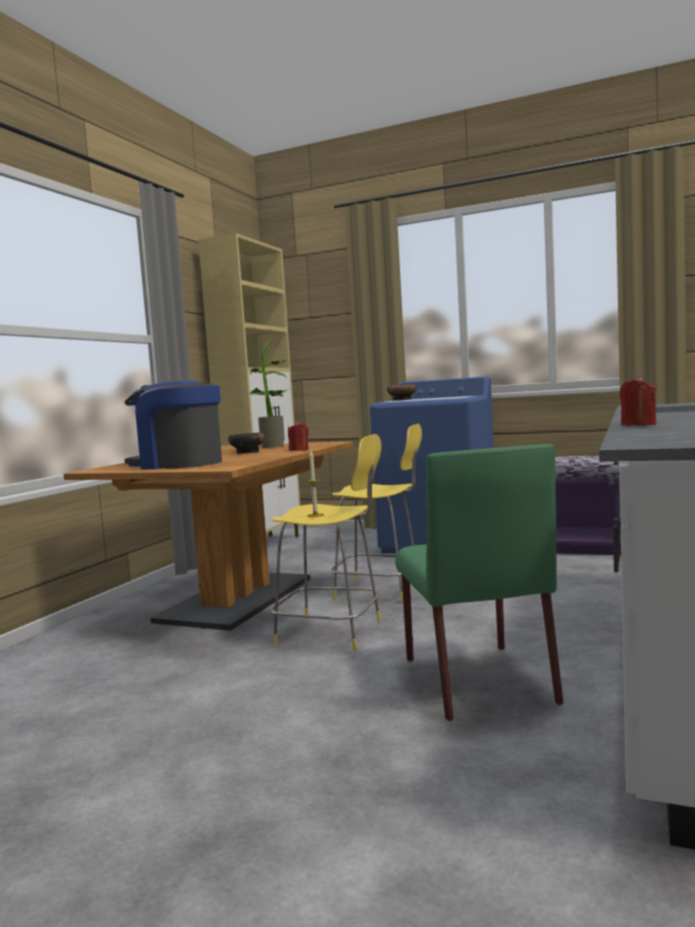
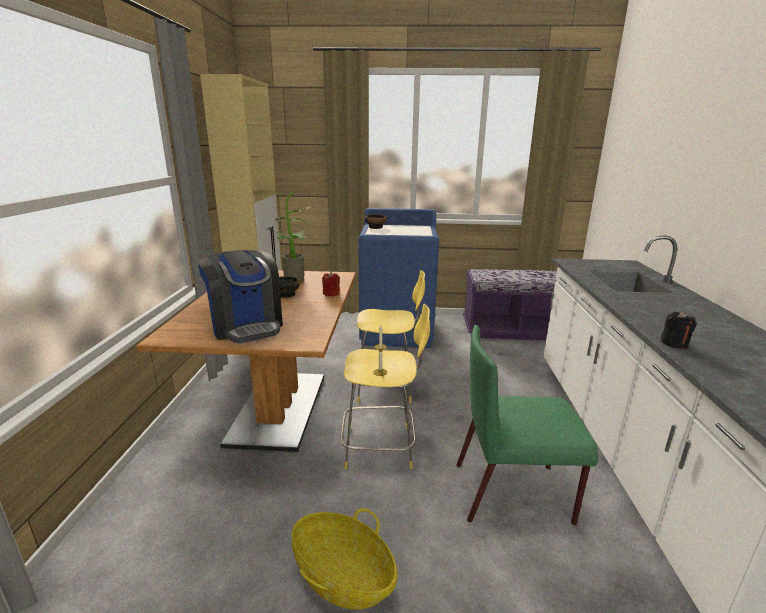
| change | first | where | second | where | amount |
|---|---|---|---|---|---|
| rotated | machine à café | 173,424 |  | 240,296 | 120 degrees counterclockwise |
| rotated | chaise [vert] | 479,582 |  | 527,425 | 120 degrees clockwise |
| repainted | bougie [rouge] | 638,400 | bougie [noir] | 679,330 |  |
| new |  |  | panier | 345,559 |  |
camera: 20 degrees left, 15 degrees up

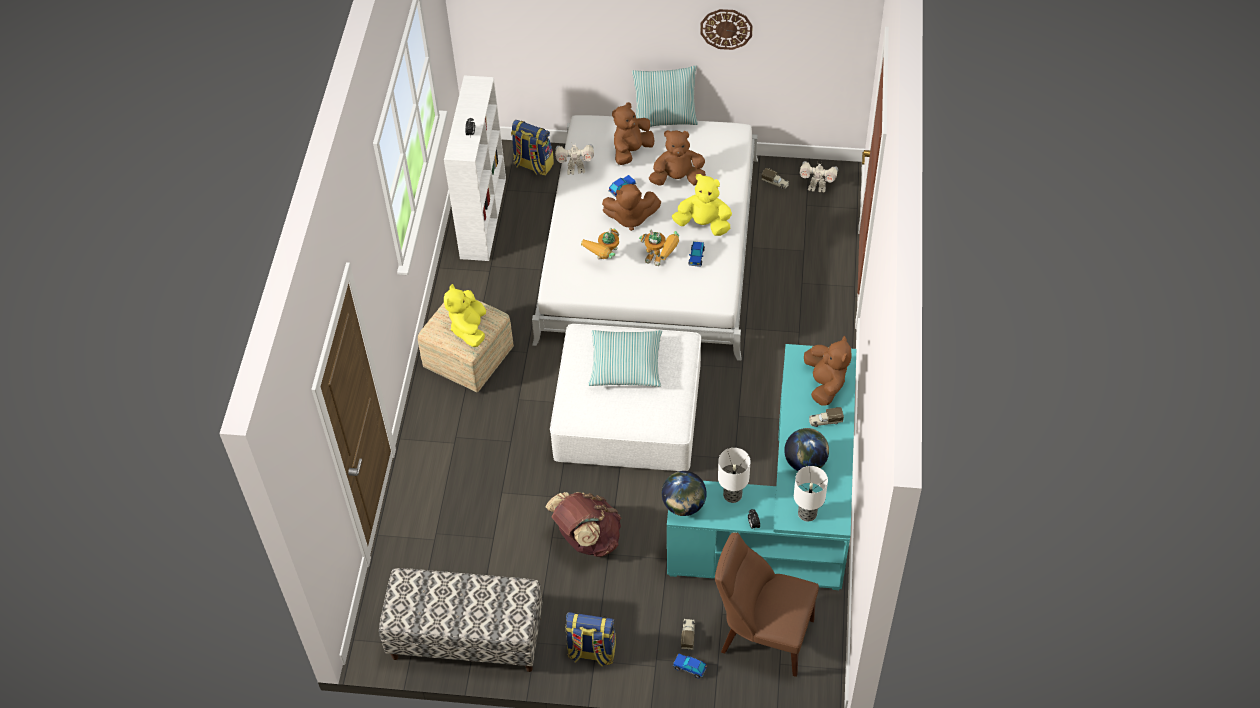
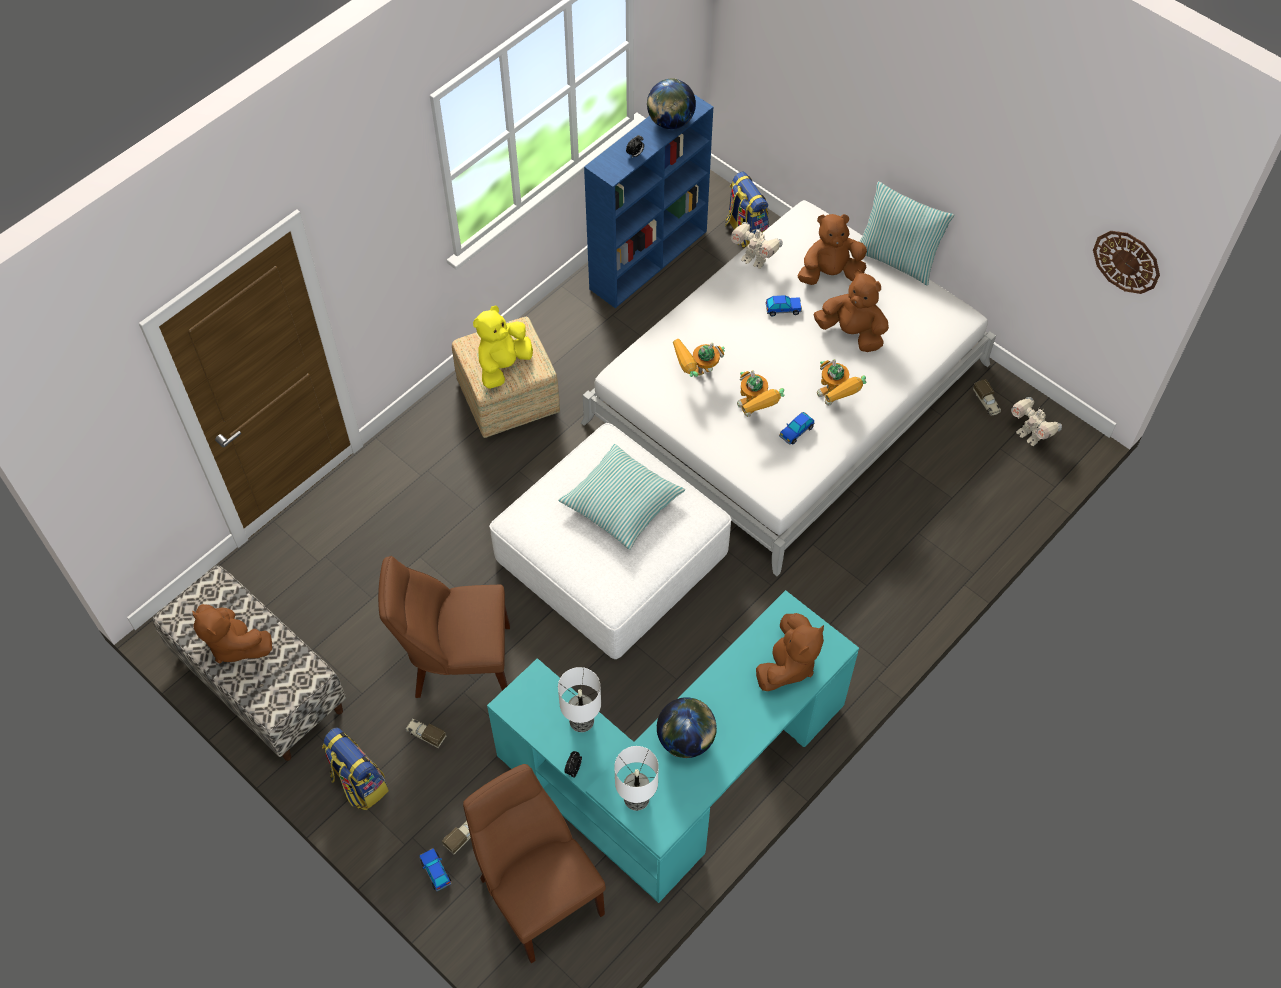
| change | first | where | second | where | amount |
|---|---|---|---|---|---|
| repainted | bibliothèque [blanc] | 475,168 | bibliothèque [bleu] | 648,201 |  |
| swapped | sac à dos [marron] | 583,524 | chaise [marron] | 444,627 |  |
| shifted | peluche [marron] | 631,207 |  | 232,634 |  |
| shifted | globe | 684,493 |  | 671,103 |  |
| swapped | peluche [jaune] | 702,205 | robot jouet | 841,382 |  |
| shifted | horloge murale | 726,29 |  | 1126,262 |  |
| shifted | camion jouet | 826,417 |  | 426,733 |  |
camera: 35 degrees right, 5 degrees up

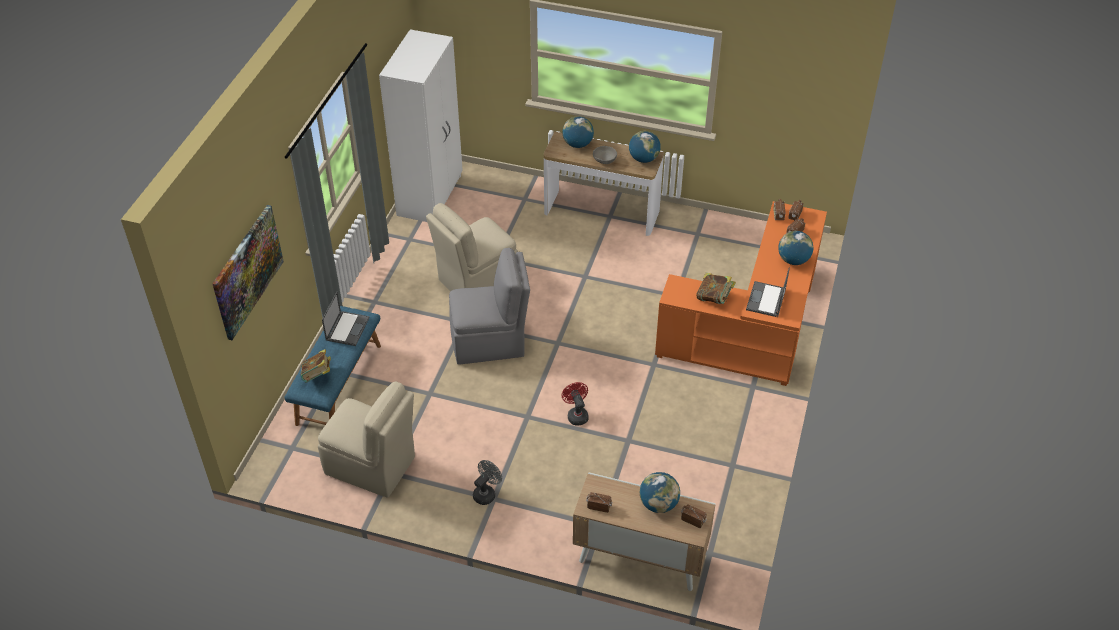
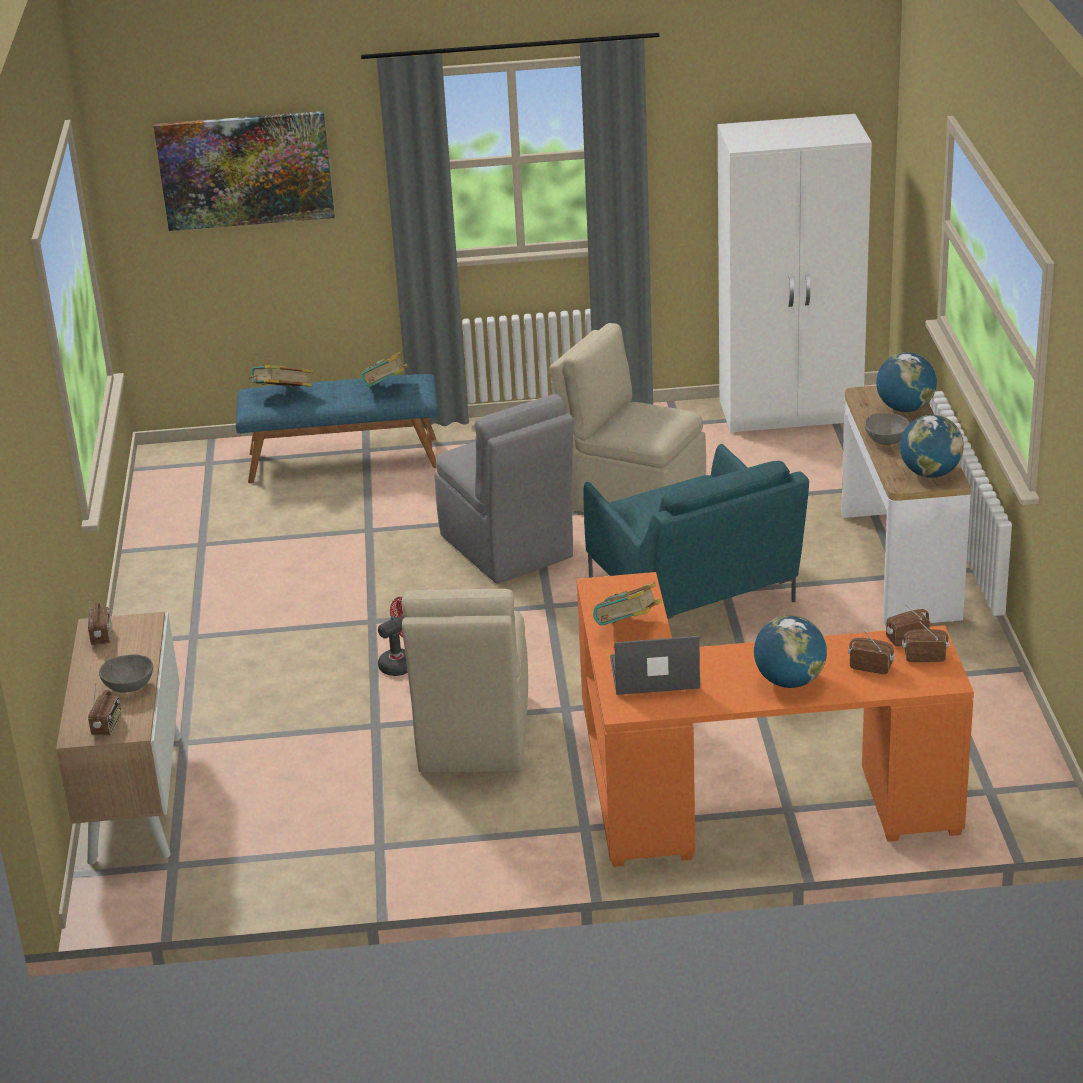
| change | first | where | second | where | amount |
|---|---|---|---|---|---|
| shifted | chaise [beige] | 366,439 |  | 464,681 |  |
| swapped | ordinateur portable | 346,319 | livre | 384,369 |  |
| gone | ventilateur [gris] | 487,482 |  |  |  |
| swapped | globe | 660,492 | bol [gris] | 126,673 |  |
| new |  |  | fauteuil [turquoise] | 696,531 |  |
camera: 70 degrees right, 15 degrees down

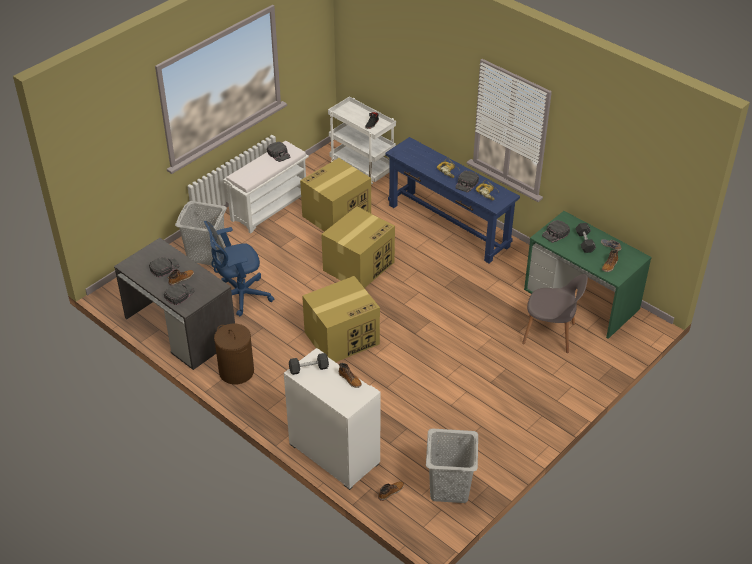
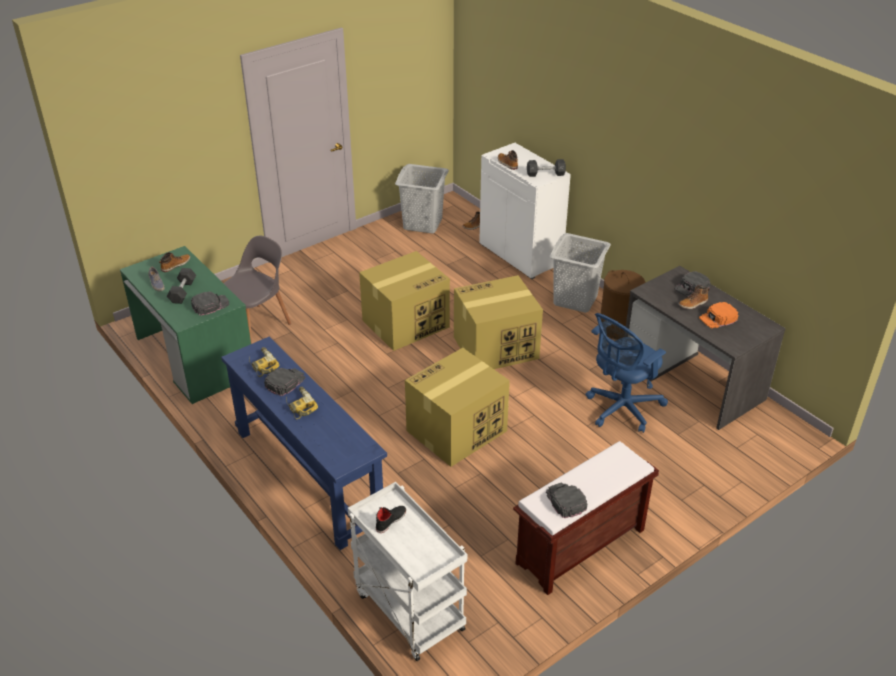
| change | first | where | second | where | amount |
|---|---|---|---|---|---|
| repainted | casquette [noir] | 164,267 | casquette [orange] | 718,315 |  |
| shifted | panier à linge [gris] | 201,233 |  | 580,273 |  |
| rotated | chaise de bureau [bleu] | 239,269 |  | 627,373 | 150 degrees clockwise |
| repainted | banc [blanc] | 266,187 | banc [marron] | 586,518 |  |
| shifted | carton | 335,195 |  | 404,301 |  |
| rotated | chaise [gris] | 555,313 |  | 257,290 | 105 degrees clockwise |
camera: 170 degrees left, 5 degrees down

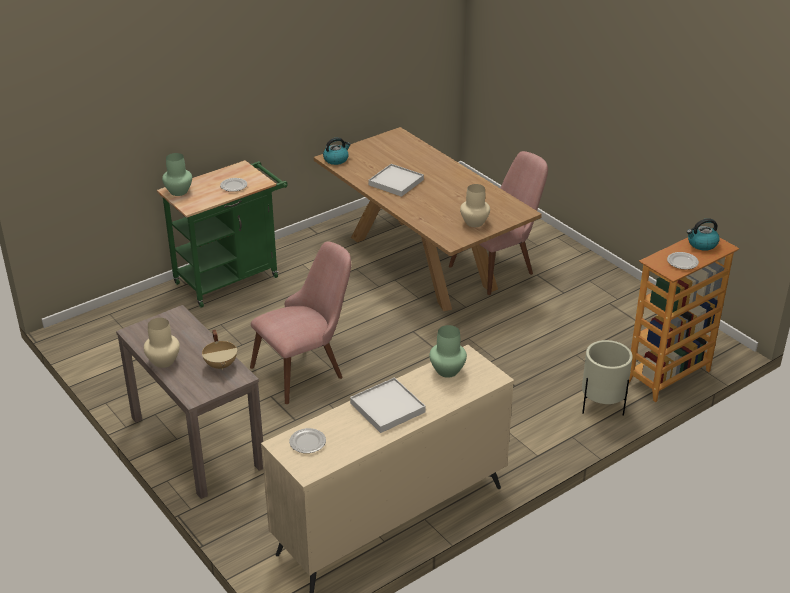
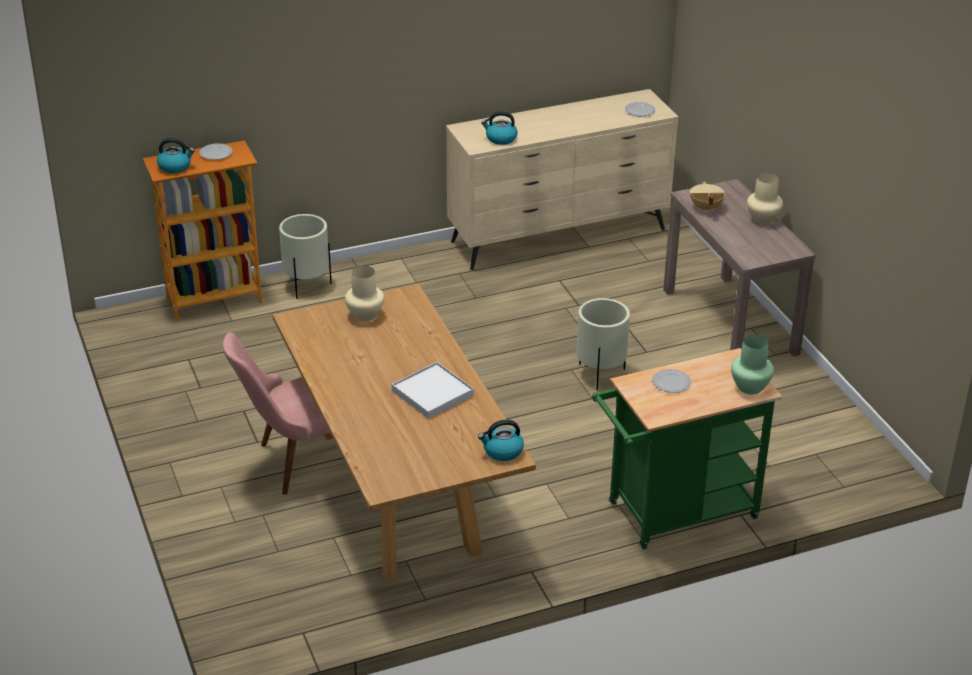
| change | first | where | second | where | amount |
|---|---|---|---|---|---|
| swapped | chaise [rose] | 300,323 | cache-pot [beige] | 603,344 |  |
| gone | plateau [blanc] | 388,405 |  |  |  |
| swapped | vase [vert] | 448,351 | bouilloire | 499,128 |  |
camera: 165 degrees left, 0 degrees up

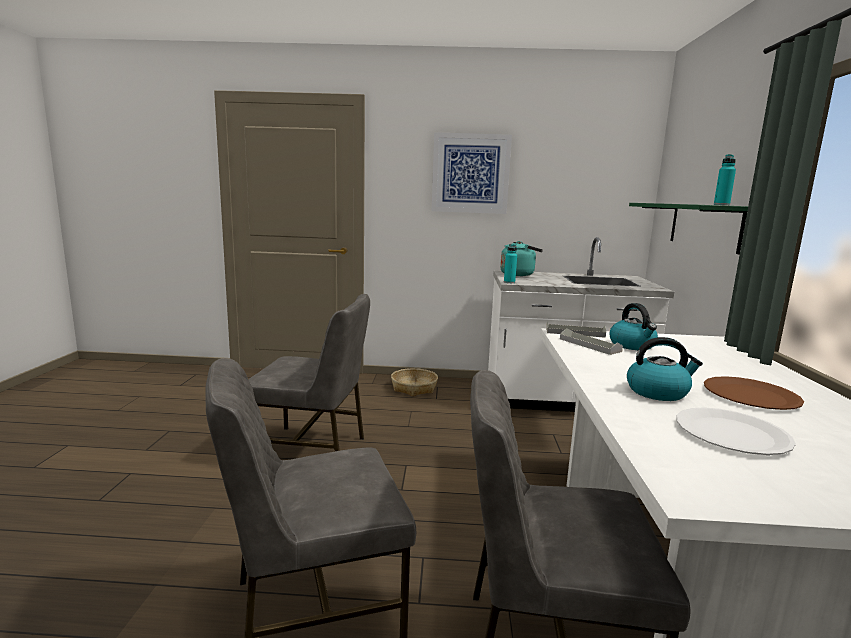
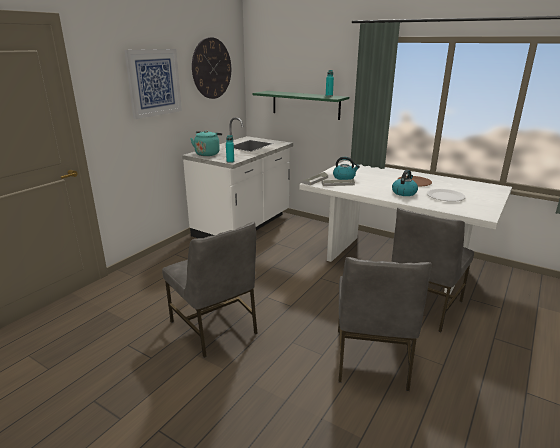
| change | first | where | second | where | amount |
|---|---|---|---|---|---|
| rotated | chaise [gris] | 309,372 |  | 210,290 | 105 degrees clockwise |
| gone | panier | 414,382 |  |  |  |
| new |  |  | horloge murale | 211,68 |  |
camera: 60 degrees left, 10 degrees up

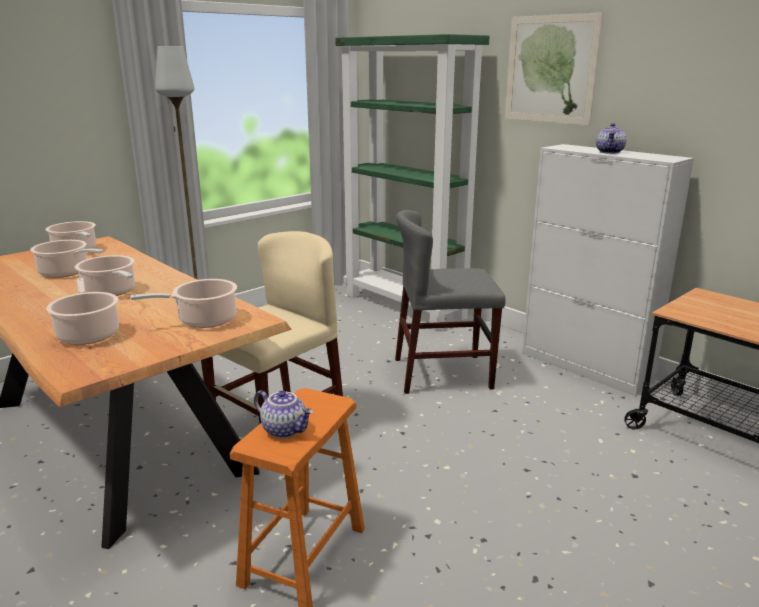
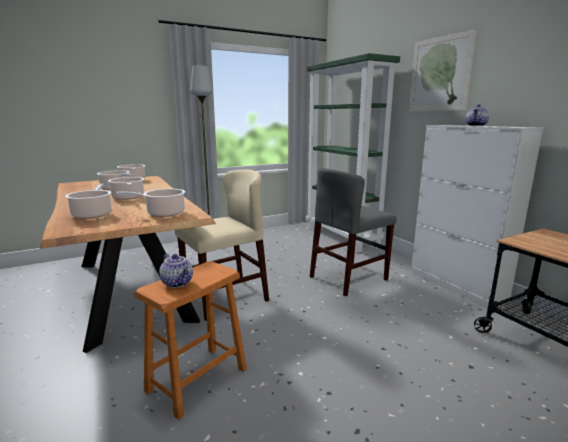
| change | first | where | second | where | amount |
|---|---|---|---|---|---|
| rotated | chaise [gris] | 450,302 |  | 353,232 | 45 degrees counterclockwise |
camera: 15 degrees right, 5 degrees down

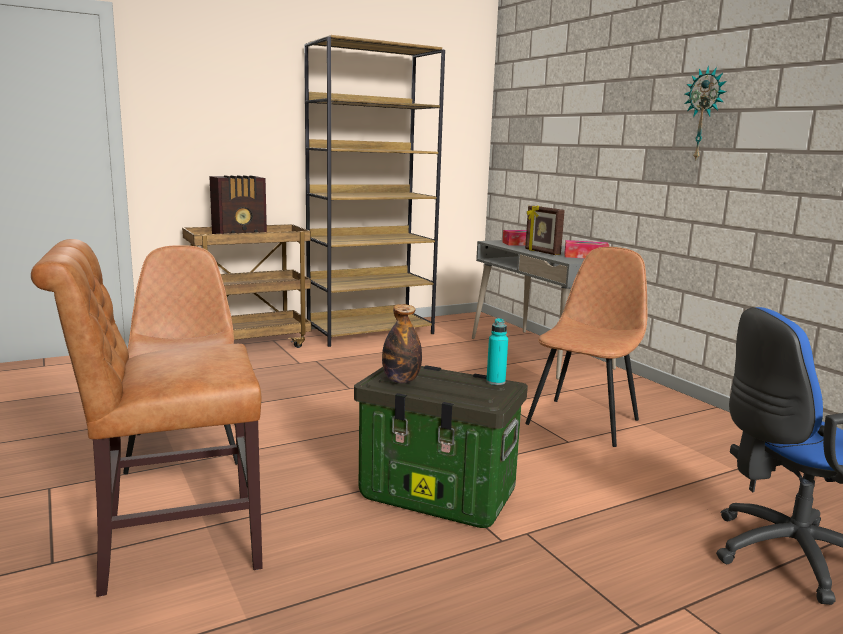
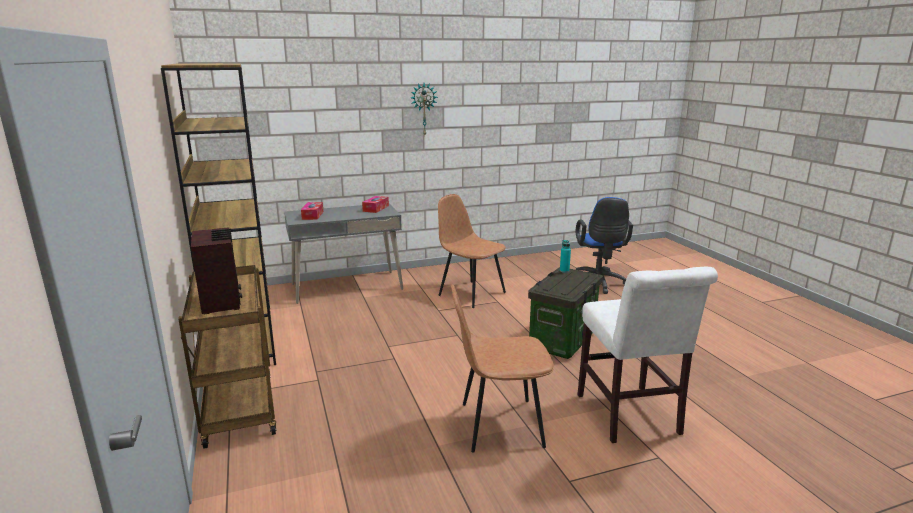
| change | first | where | second | where | amount |
|---|---|---|---|---|---|
| repainted | chaise [marron] | 147,418 | chaise [blanc] | 647,355 |  |
| gone | bouteille | 402,343 |  |  |  |
| gone | cadre photo | 545,230 |  |  |  |
camera: 80 degrees left, 5 degrees up

